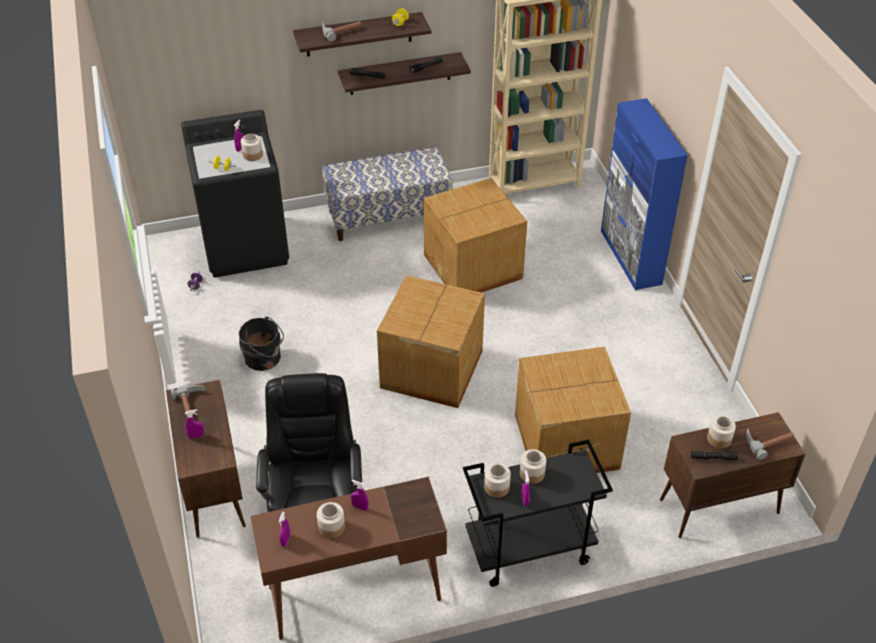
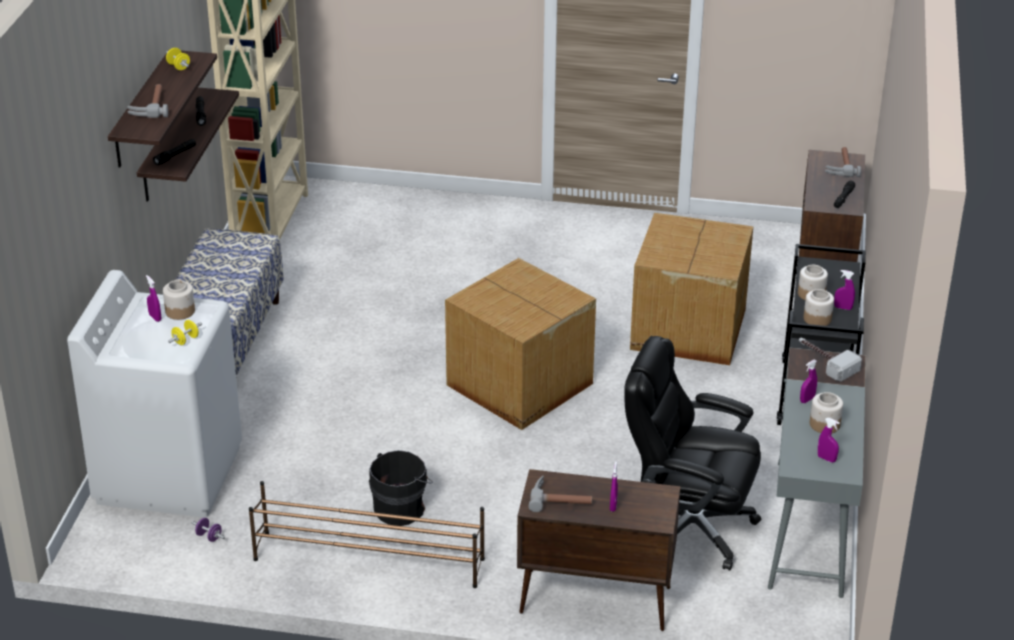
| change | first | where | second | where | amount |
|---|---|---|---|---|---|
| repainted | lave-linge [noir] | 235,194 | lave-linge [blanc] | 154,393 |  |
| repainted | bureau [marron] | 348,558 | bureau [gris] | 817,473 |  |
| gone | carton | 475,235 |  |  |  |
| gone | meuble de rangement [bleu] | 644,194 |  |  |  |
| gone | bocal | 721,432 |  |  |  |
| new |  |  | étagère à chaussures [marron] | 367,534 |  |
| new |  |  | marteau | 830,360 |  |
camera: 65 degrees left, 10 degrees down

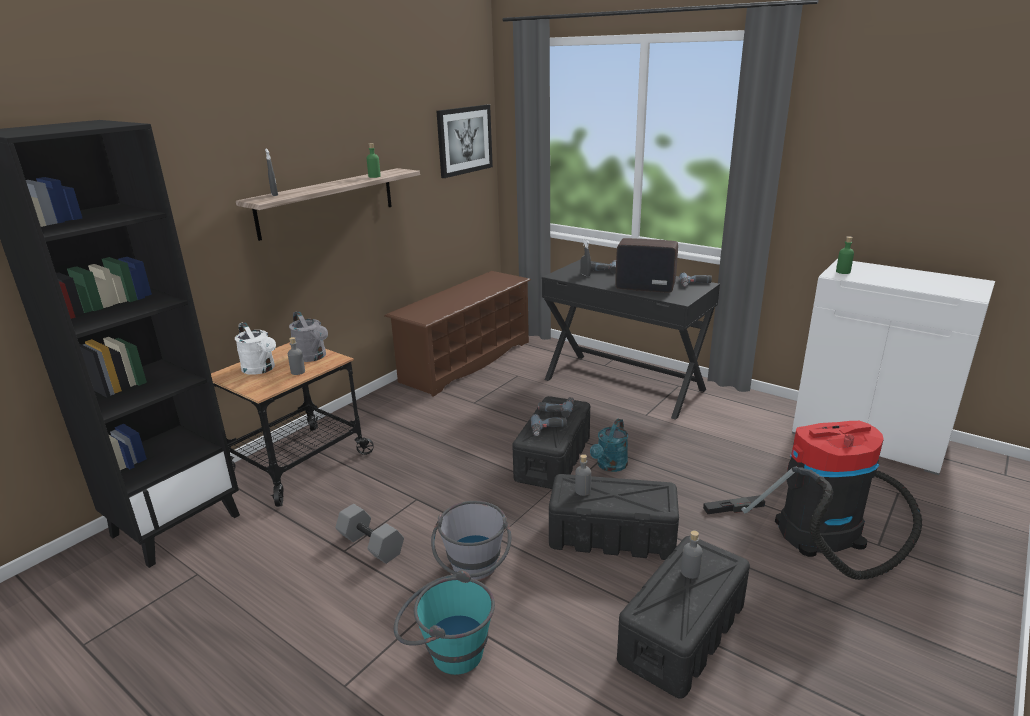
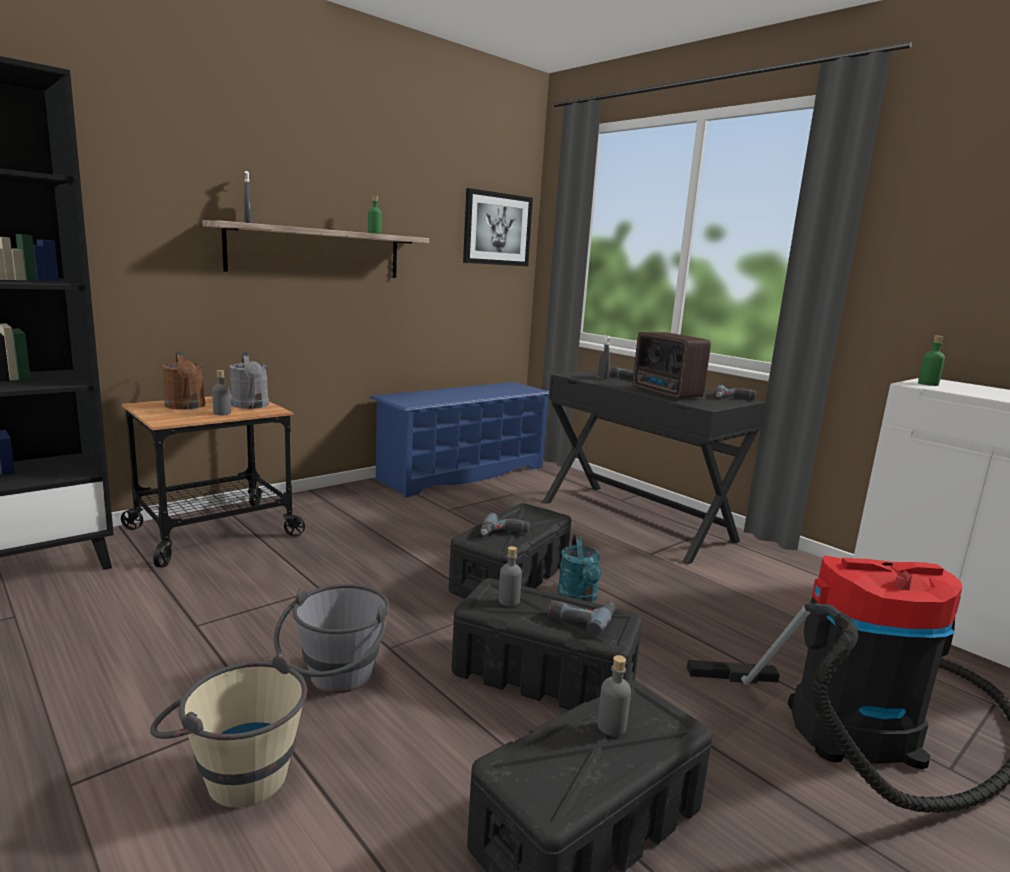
| change | first | where | second | where | amount |
|---|---|---|---|---|---|
| repainted | arrosoir [blanc] | 255,348 | arrosoir [marron] | 183,381 |  |
| gone | haltère [gris] | 369,534 |  |  |  |
| repainted | étagère à chaussures [marron] | 457,334 | étagère à chaussures [bleu] | 459,439 |  |
| repainted | seau [turquoise] | 444,622 | seau [beige] | 228,730 |  |
| shifted | perceuse | 556,407 |  | 581,618 |  |
| rotated | arrosoir [turquoise] | 609,445 |  | 579,568 | 45 degrees counterclockwise |
| rotated | radio | 646,265 |  | 672,365 | 150 degrees counterclockwise |
camera: 10 degrees right, 10 degrees down

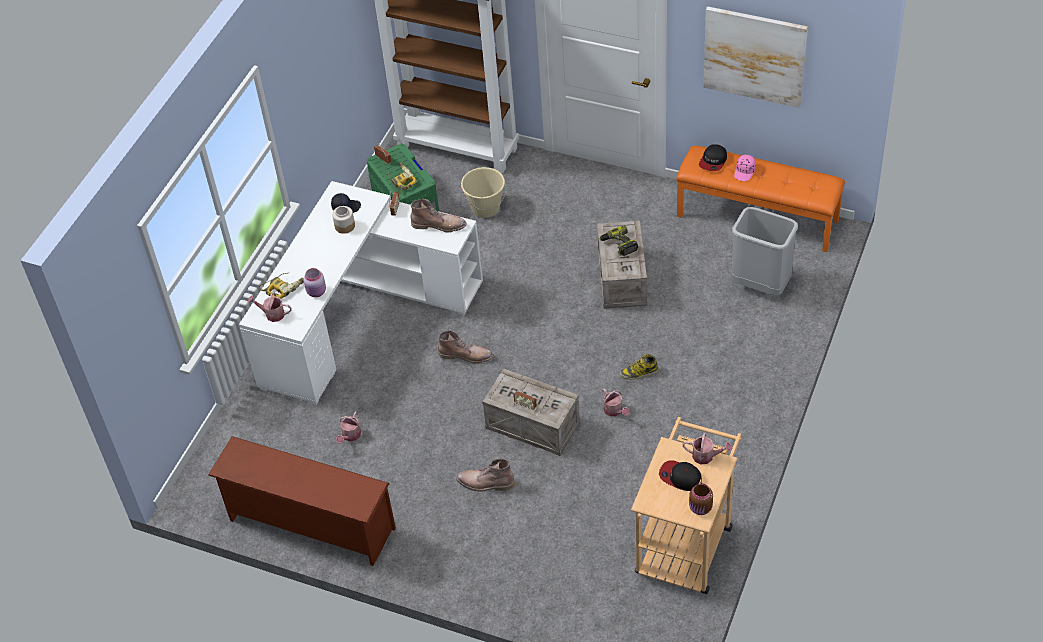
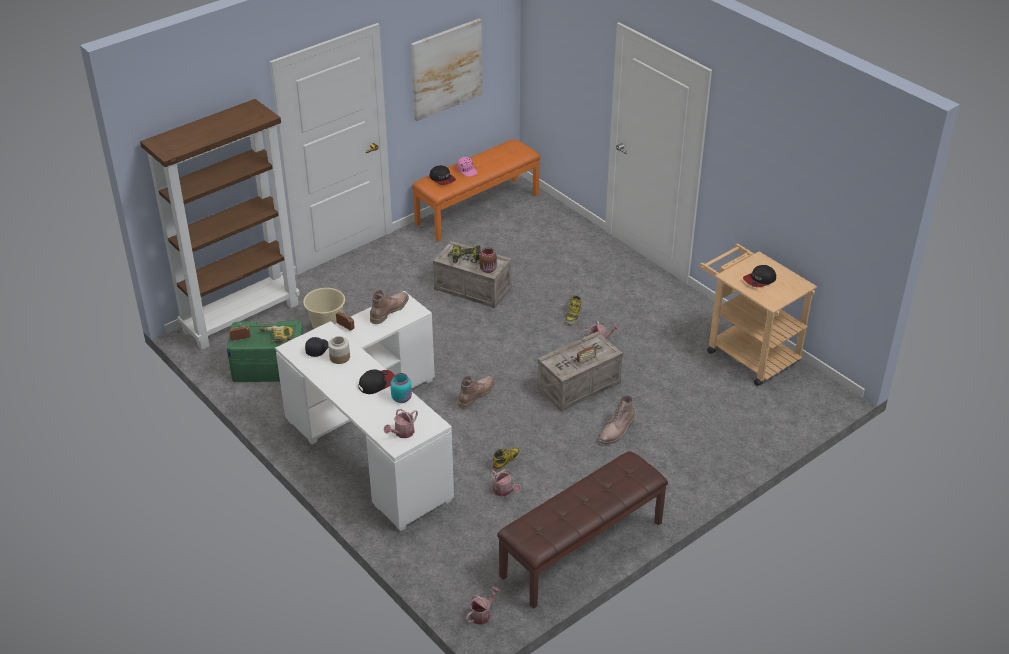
| change | first | where | second | where | amount |
|---|---|---|---|---|---|
| swapped | étagère à chaussures [marron] | 302,501 | banc [marron] | 582,530 |  |
| gone | perceuse | 281,286 |  |  |  |
| repainted | bocal [rose] | 314,282 | bocal [turquoise] | 401,388 |  |
| shifted | arrosoir | 707,448 |  | 483,605 |  |
| shifted | bocal [marron] | 701,499 |  | 488,260 |  |
| gone | poubelle [gris] | 764,251 |  |  |  |
| new |  |  | casquette | 376,381 |  |
| new |  |  | botte | 506,459 |  |
camera: 65 degrees left, 10 degrees down

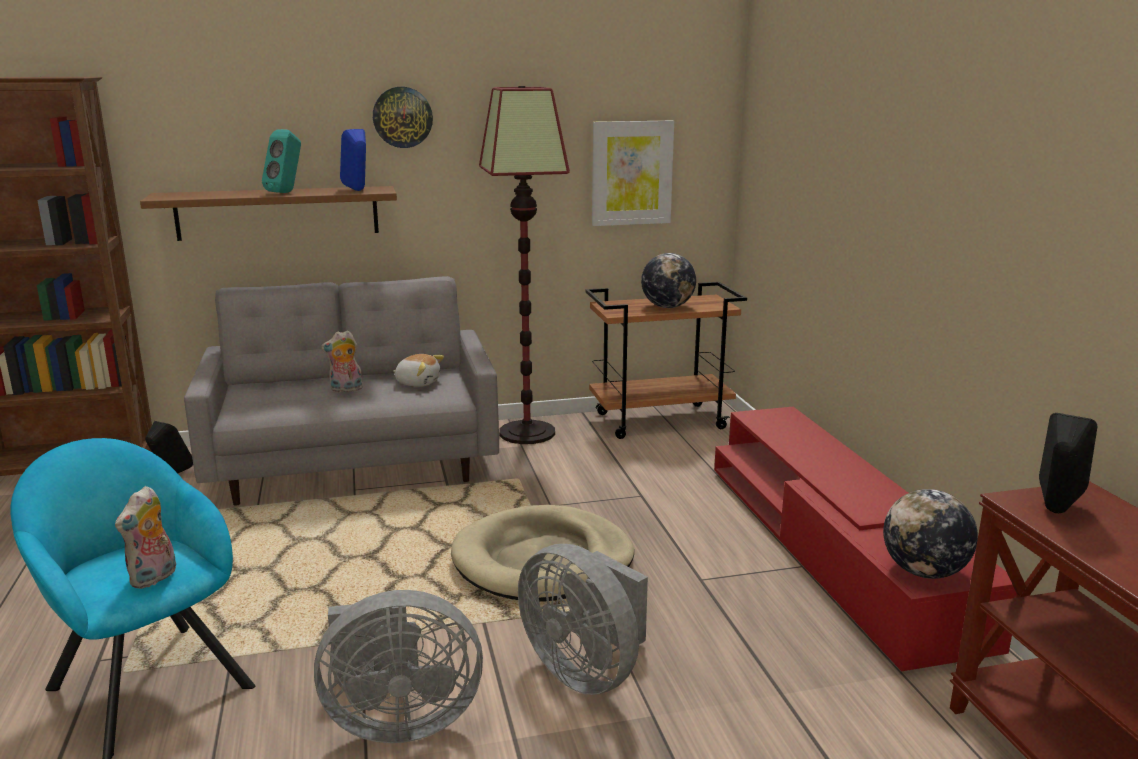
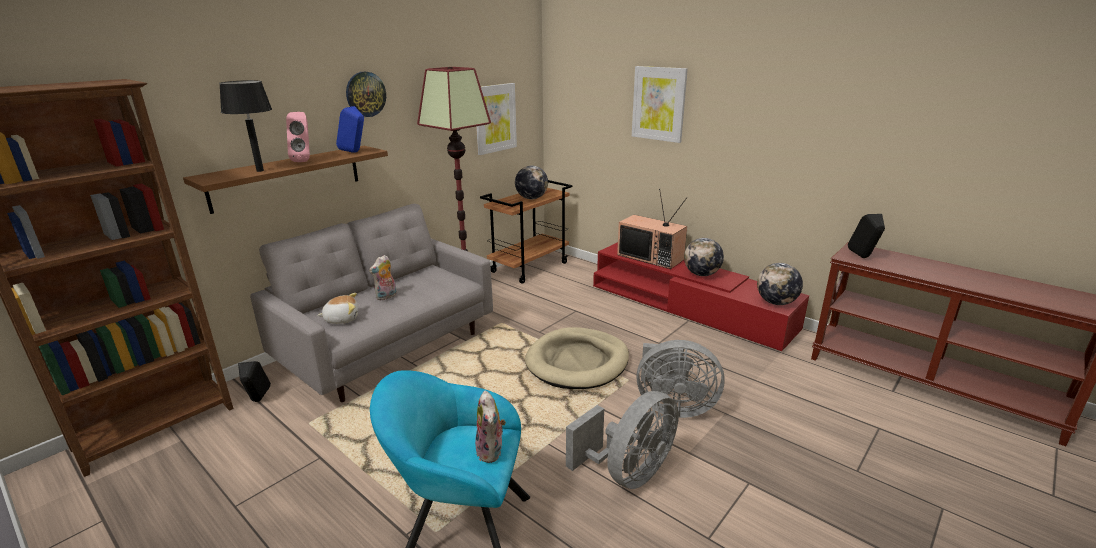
| change | first | where | second | where | amount |
|---|---|---|---|---|---|
| repainted | enceinte [turquoise] | 281,161 | enceinte [rose] | 298,137 |  |
| shifted | peluche | 418,370 |  | 337,308 |  |
| new |  |  | lampe de table [noir] | 245,126 |  |
| new |  |  | téléviseur | 652,228 |  |
| new |  |  | tableau | 660,104 |  |
| new |  |  | globe | 704,257 |  |
camera: 35 degrees left, 5 degrees up

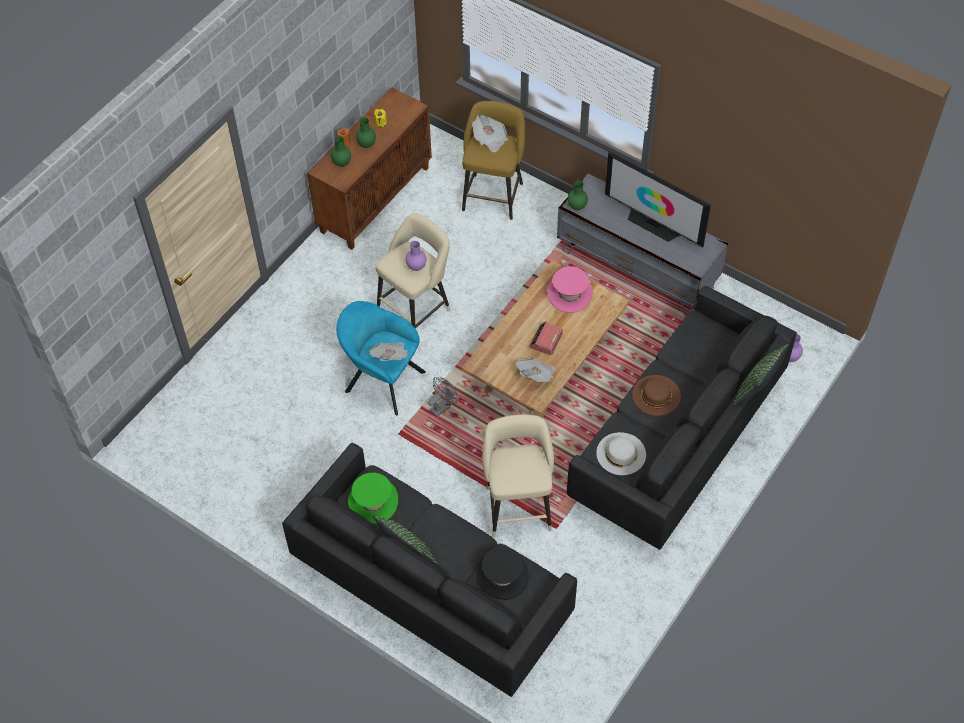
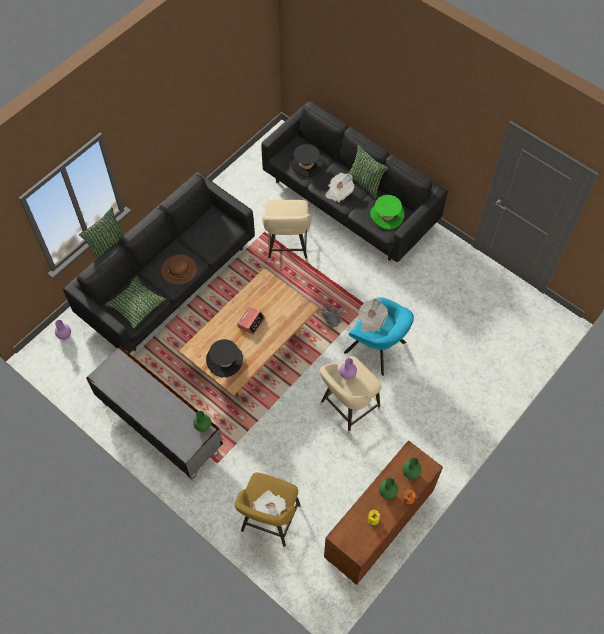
| change | first | where | second | where | amount |
|---|---|---|---|---|---|
| shifted | journal | 536,370 |  | 339,188 |  |
| repainted | chapeau [rose] | 570,289 | chapeau [noir] | 224,358 |  |
| gone | chapeau [blanc] | 621,453 |  |  |  |
| gone | téléviseur | 658,199 |  |  |  |
| new |  |  | coussin [vert] | 135,302 |  |
camera: 175 degrees left, 5 degrees up

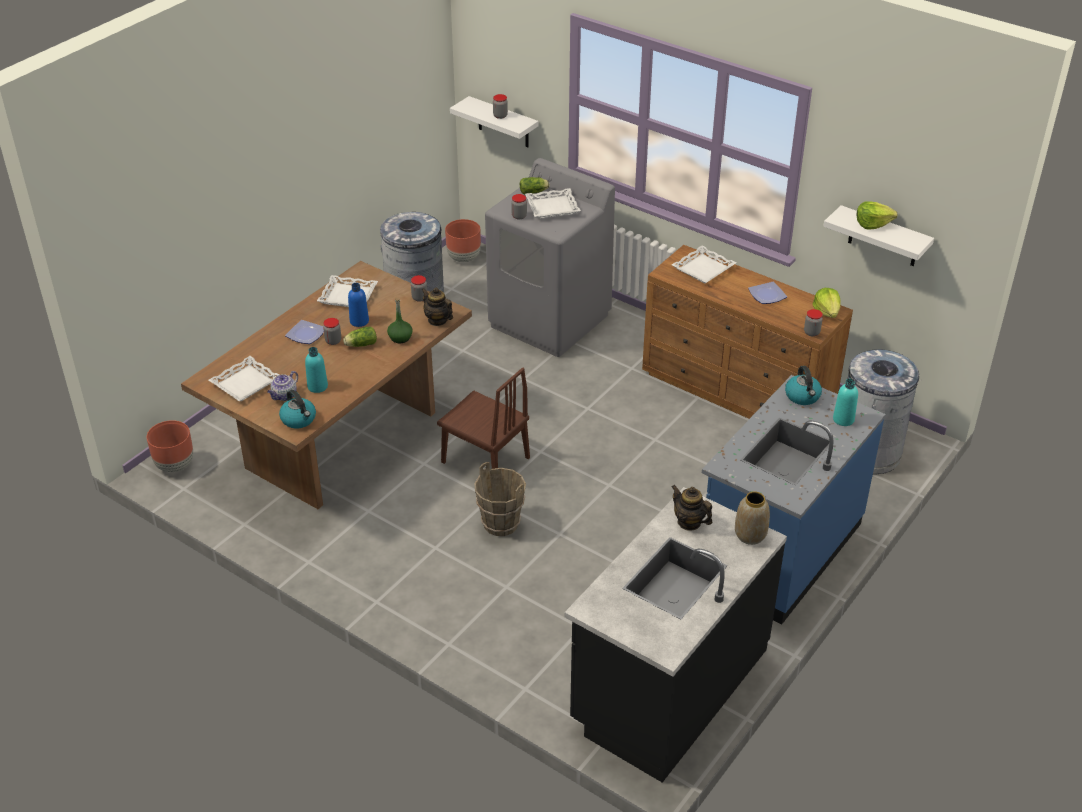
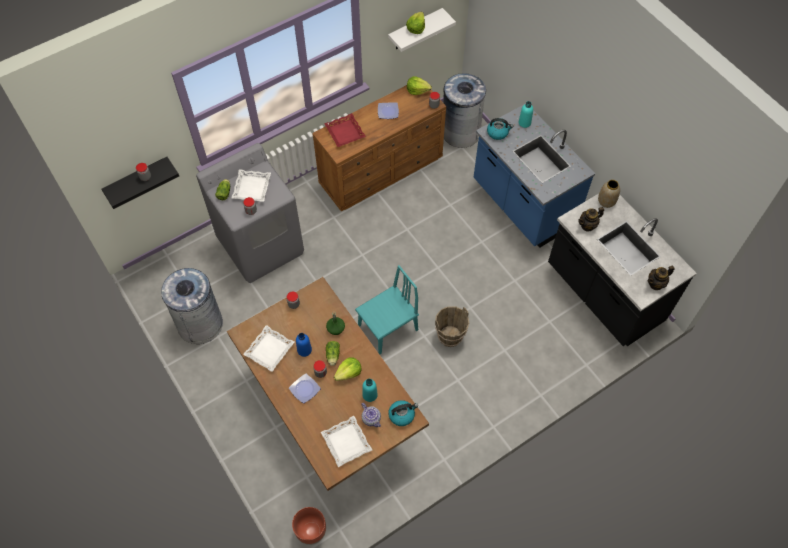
| change | first | where | second | where | amount |
|---|---|---|---|---|---|
| shifted | théière | 437,307 |  | 661,278 |  |
| repainted | chaise [marron] | 483,418 | chaise [turquoise] | 387,309 |  |
| gone | cache-pot [marron] | 463,240 |  |  |  |
| repainted | étagère [blanc] | 494,121 | étagère [noir] | 140,183 |  |
| repainted | plateau [blanc] | 704,264 | plateau [rouge] | 345,130 |  |
| new |  |  | laitue | 348,369 |  |
camera: 70 degrees left, 20 degrees up

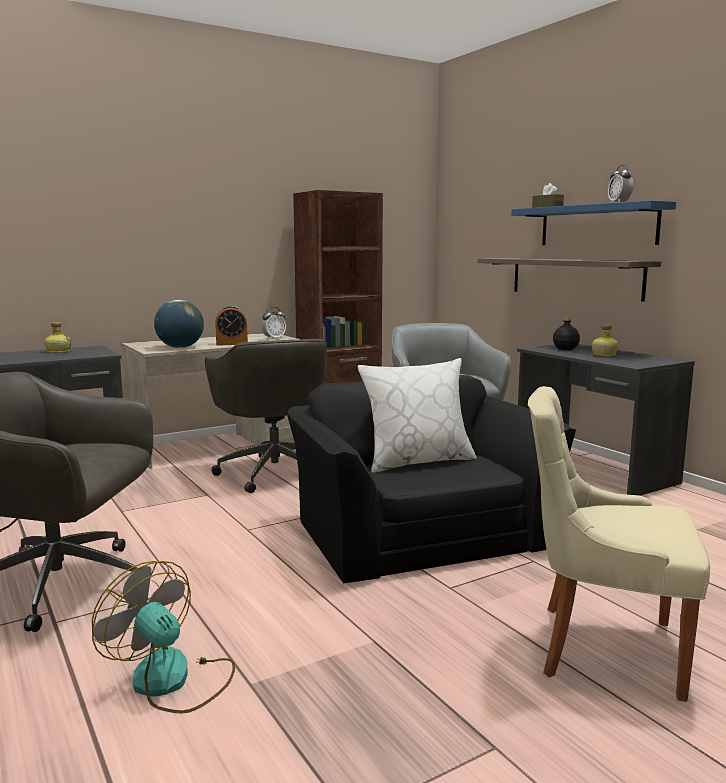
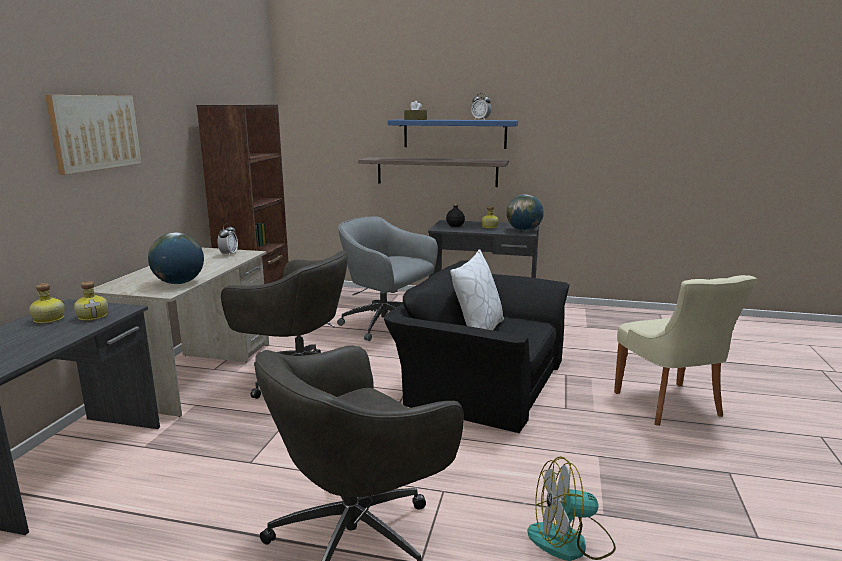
| change | first | where | second | where | amount |
|---|---|---|---|---|---|
| gone | réveil | 231,326 |  |  |  |
| rotated | chaise [beige] | 619,544 |  | 685,350 | 75 degrees counterclockwise |
| new |  |  | tableau | 93,135 |  |
| new |  |  | bouteille | 91,301 |  |
| new |  |  | globe | 525,213 |  |
camera: 45 degrees left, 5 degrees up

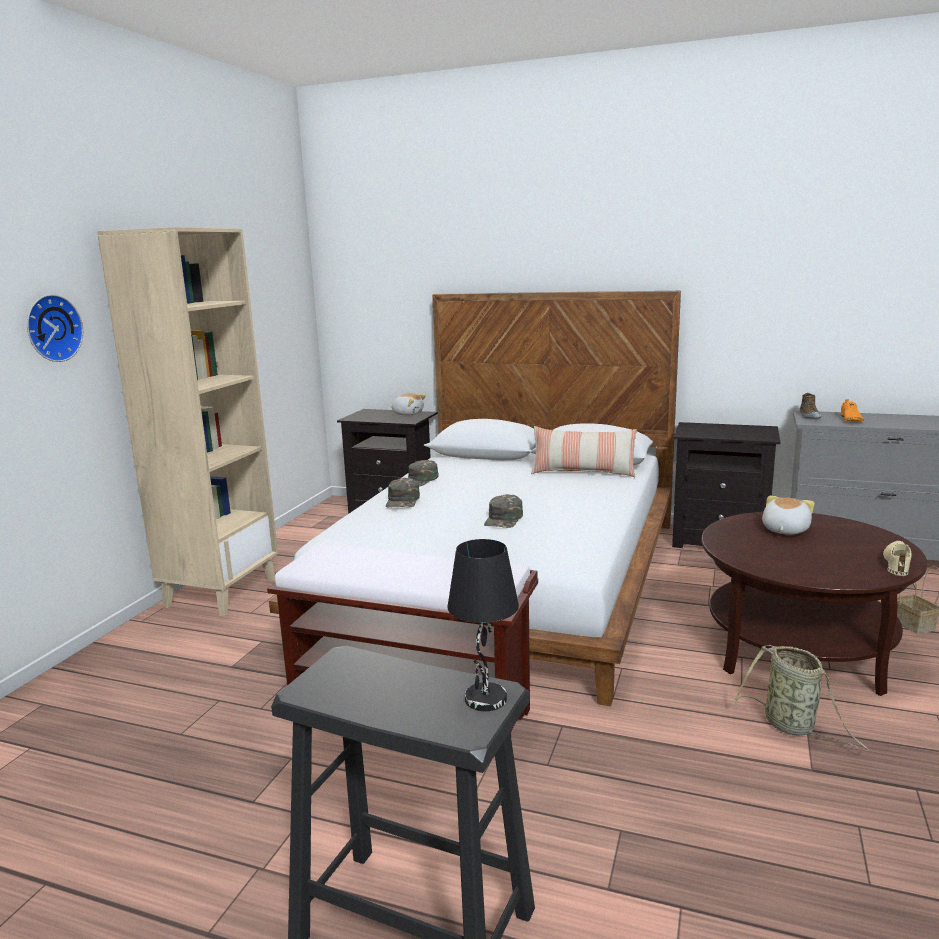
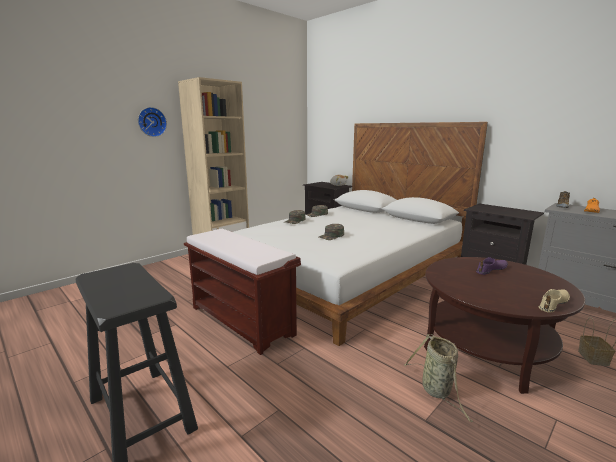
| change | first | where | second | where | amount |
|---|---|---|---|---|---|
| gone | lampe de table [noir] | 483,625 |  |  |  |
| gone | coussin | 584,451 |  |  |  |
| swapped | peluche | 788,515 | chaussure [violet] | 492,266 |  |
camera: 25 degrees right, 0 degrees up

